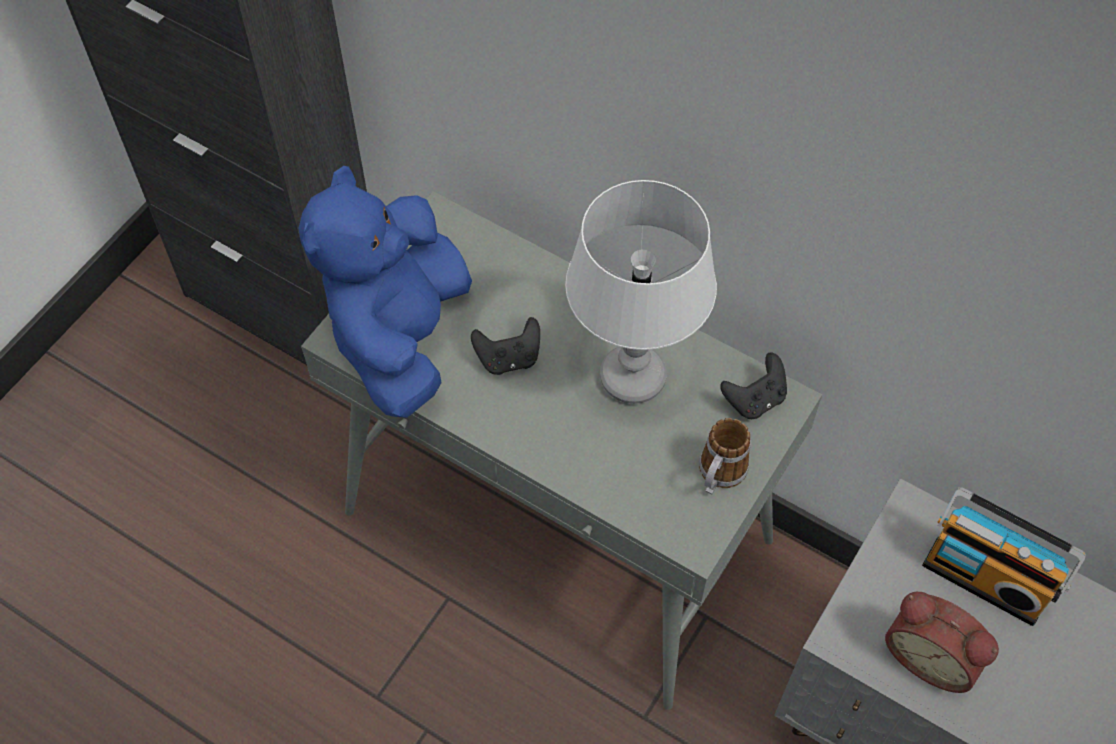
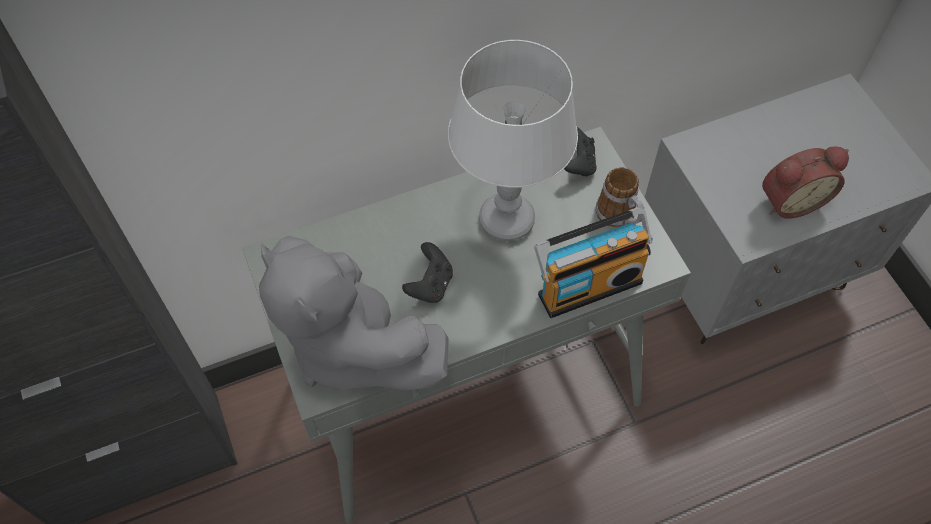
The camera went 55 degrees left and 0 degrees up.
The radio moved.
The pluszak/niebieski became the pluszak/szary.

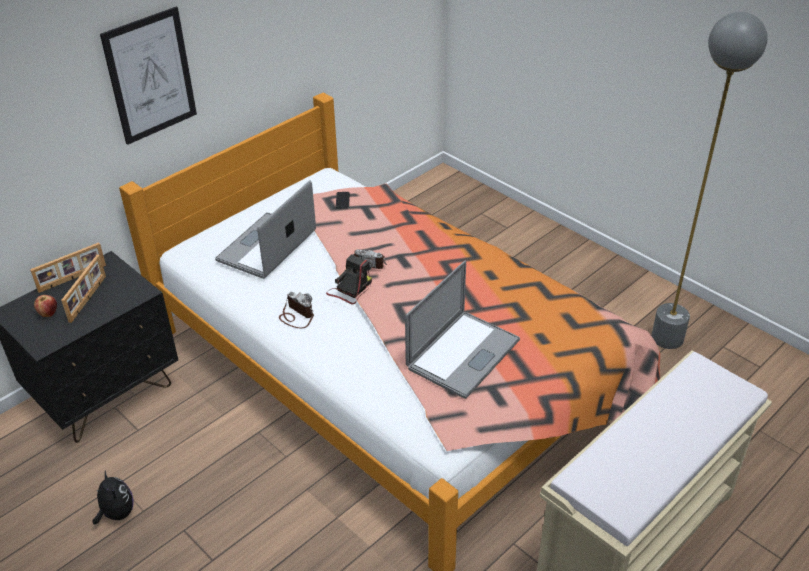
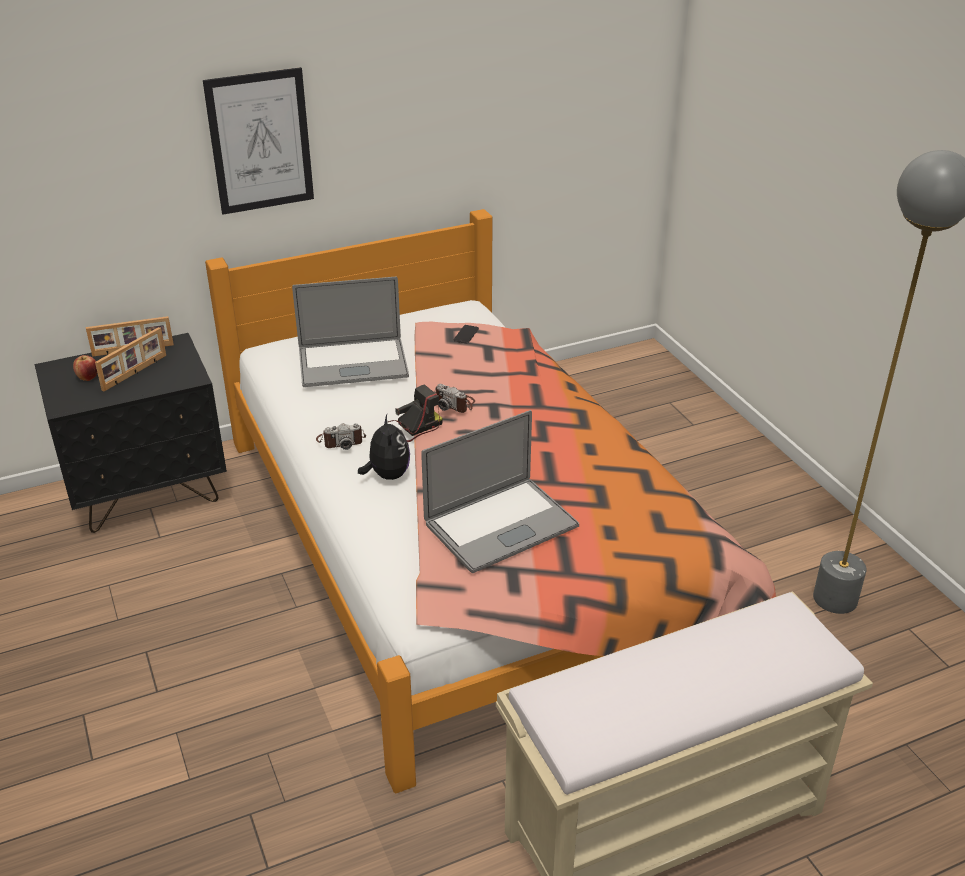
The camera went 20 degrees right and 5 degrees down.
The pluszak moved.
The laptop (1st from left) turned 150 degrees counterclockwise.
The aparat fotograficzny (1st from left) turned 105 degrees clockwise.

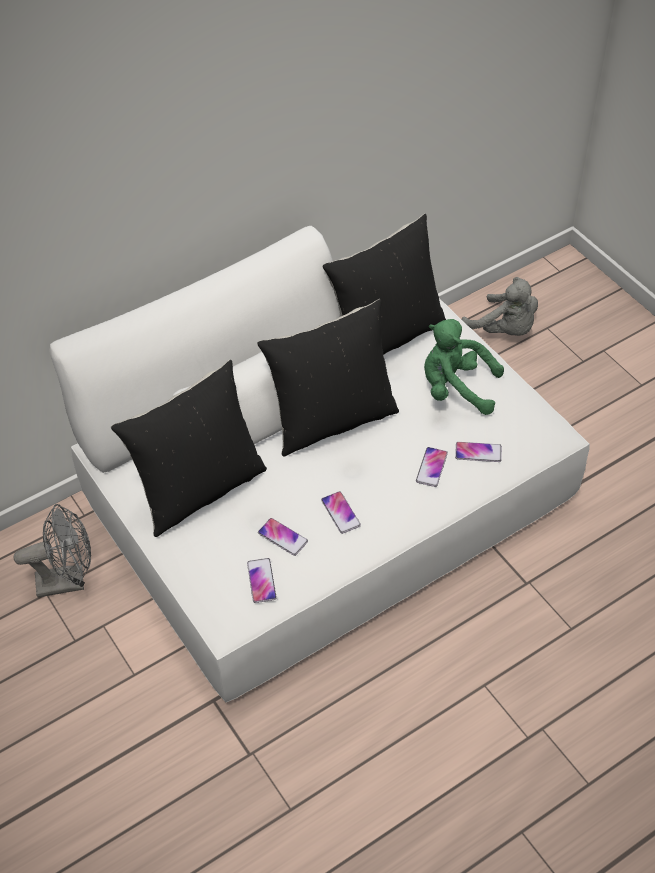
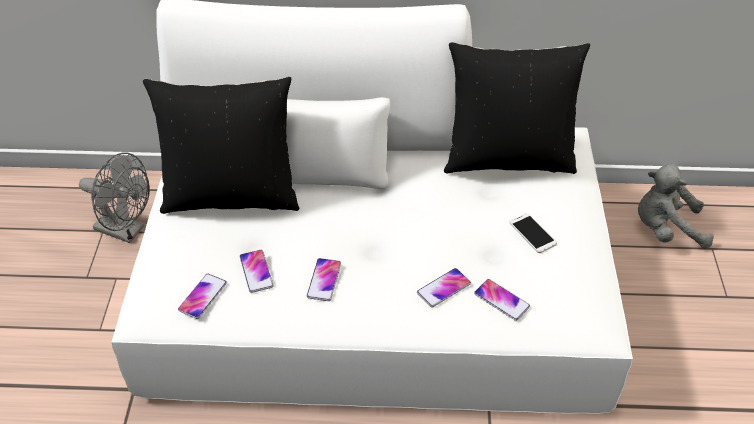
The camera went 35 degrees right and 5 degrees down.
The poduszka/czarny (2nd from left) disappeared.
The pluszak/zielony was replaced by the telefon (6th from left).
The pluszak/szary turned 105 degrees clockwise.

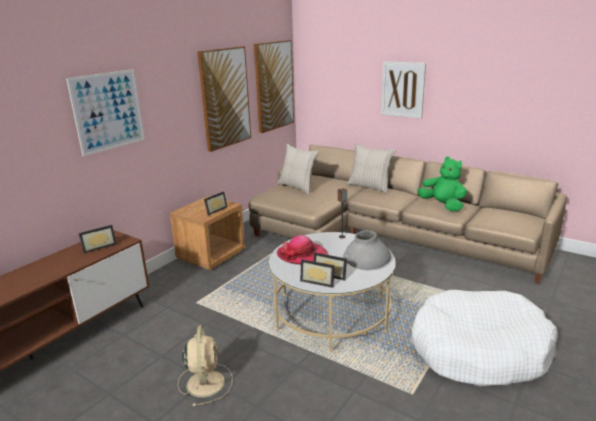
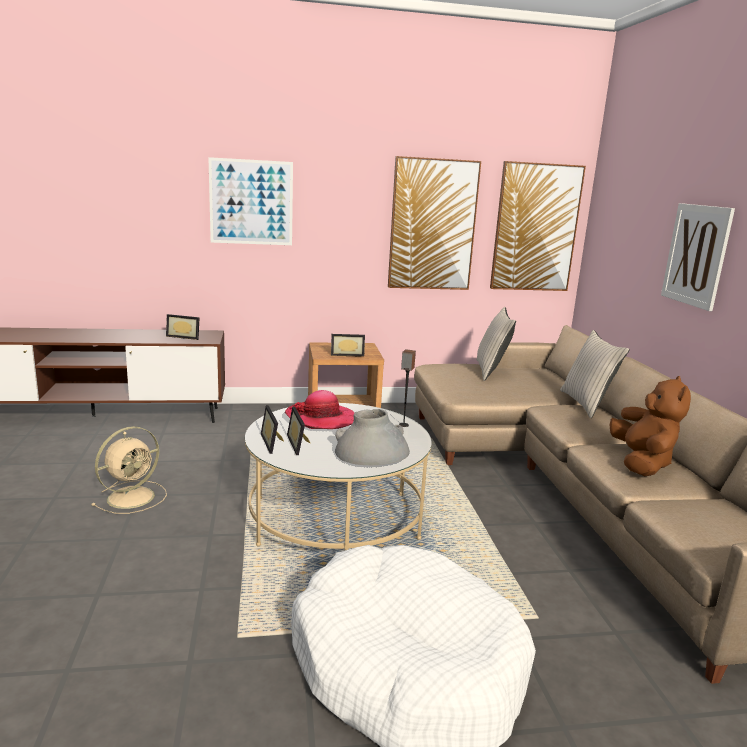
The camera went 45 degrees right and 5 degrees down.
The pluszak/zielony became the pluszak/brązowy.

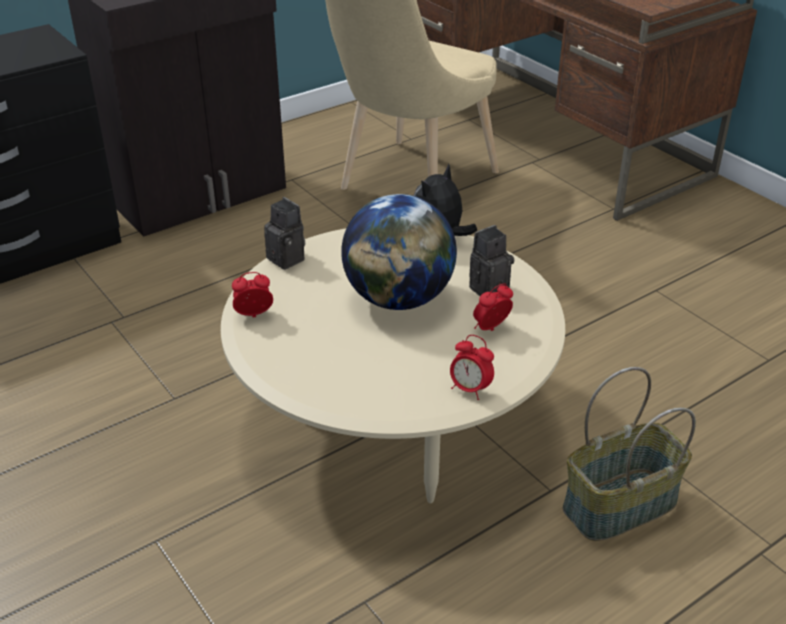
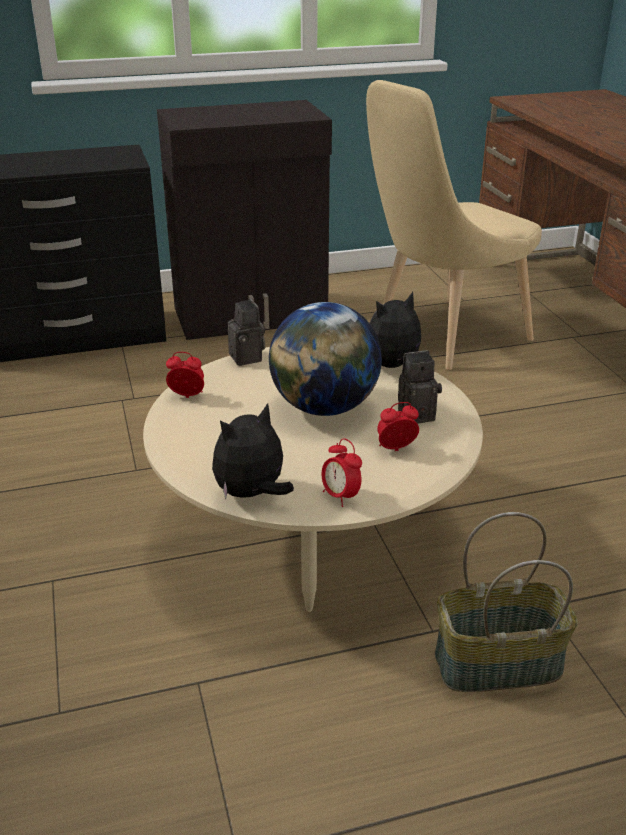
The camera went 20 degrees right and 5 degrees down.
The pluszak (1st from left) appeared.

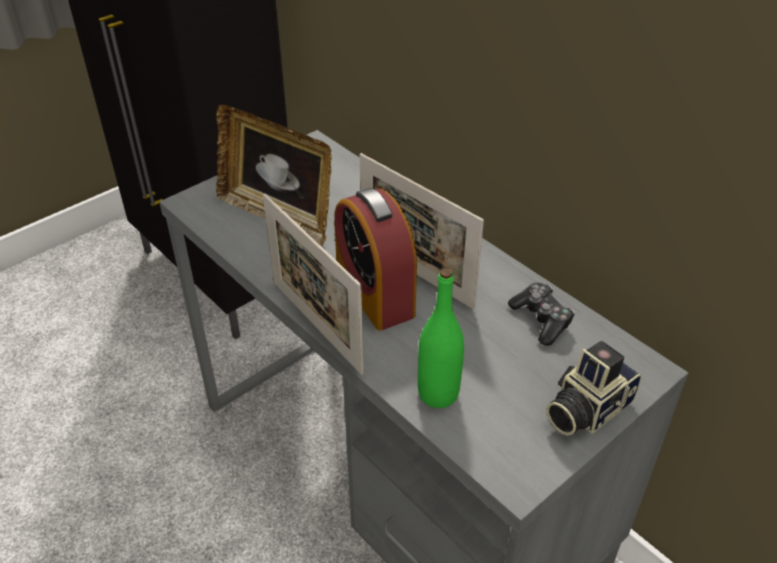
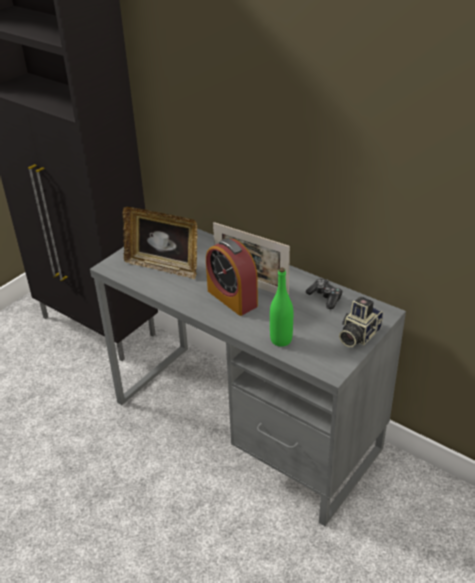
The camera went 10 degrees left and 5 degrees down.
The ramka na zdjęcie (2nd from left) disappeared.

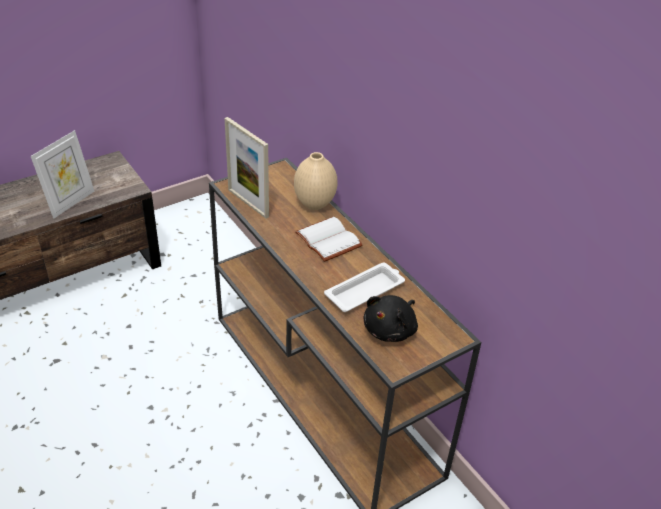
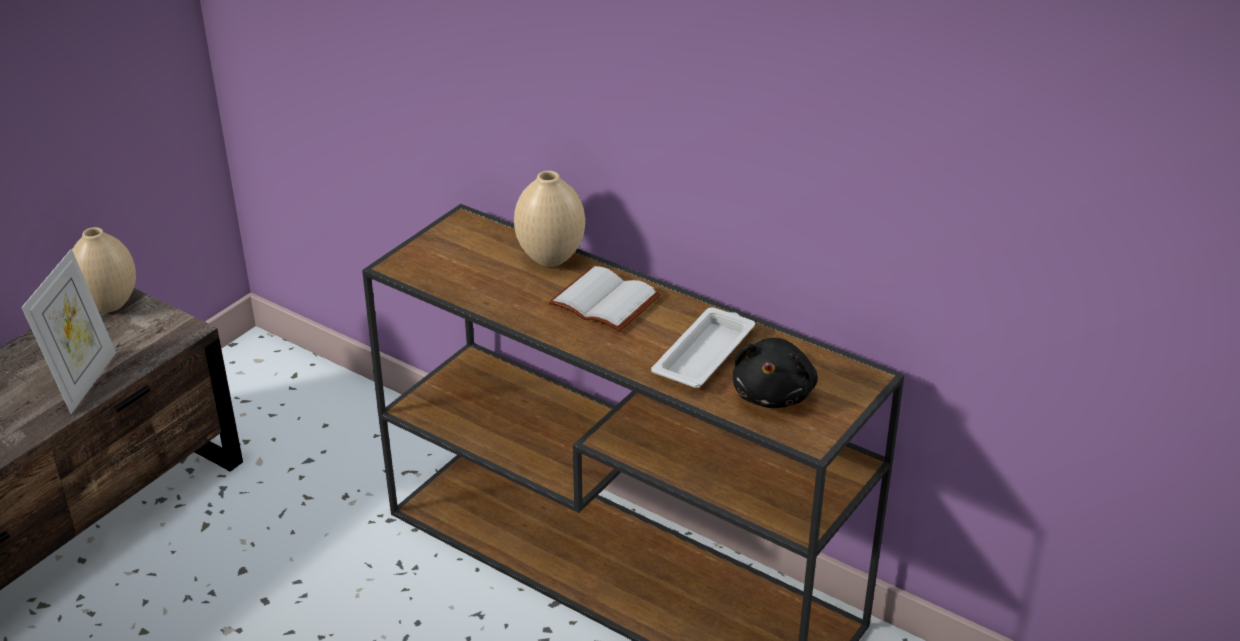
The camera went 20 degrees left and 5 degrees down.
The ramka na zdjęcie (2nd from left) disappeared.
The wazon/beżowy (1st from left) appeared.

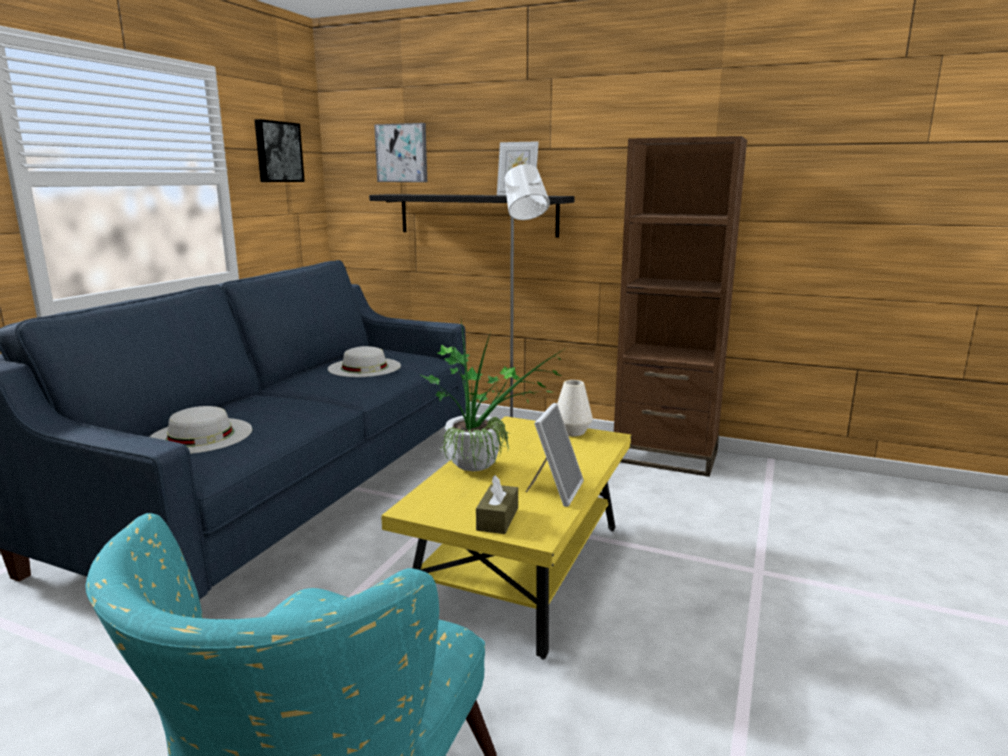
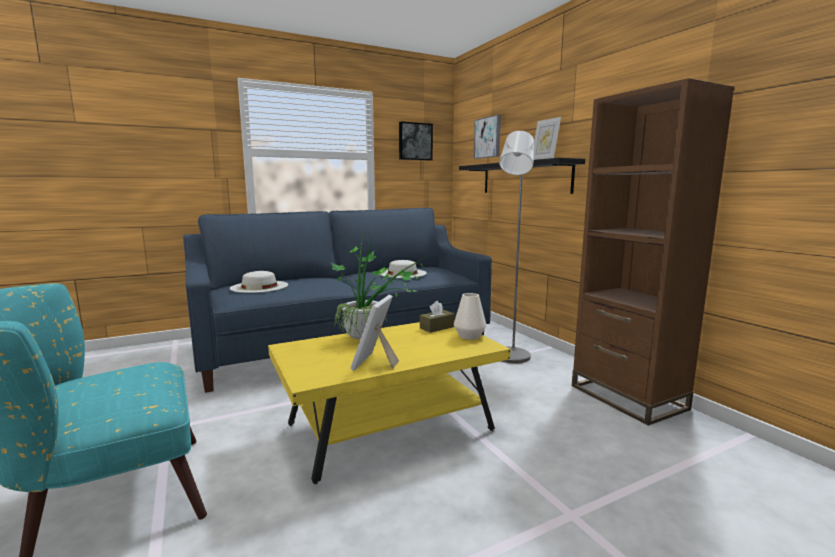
The camera went 40 degrees right and 5 degrees down.
The pudełko chusteczek/brązowy moved.
The ramka na zdjęcie (2nd from left in the first image) turned 135 degrees clockwise.

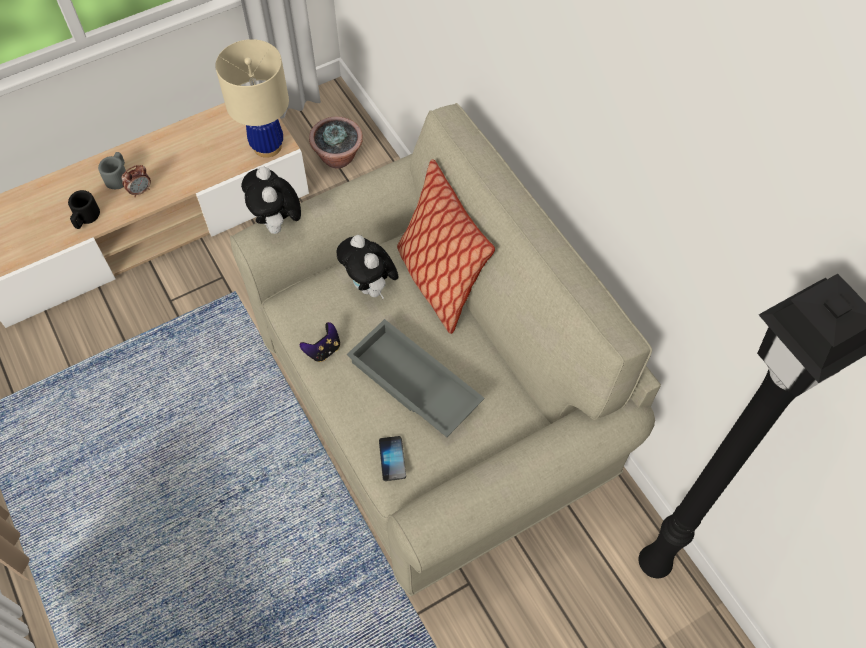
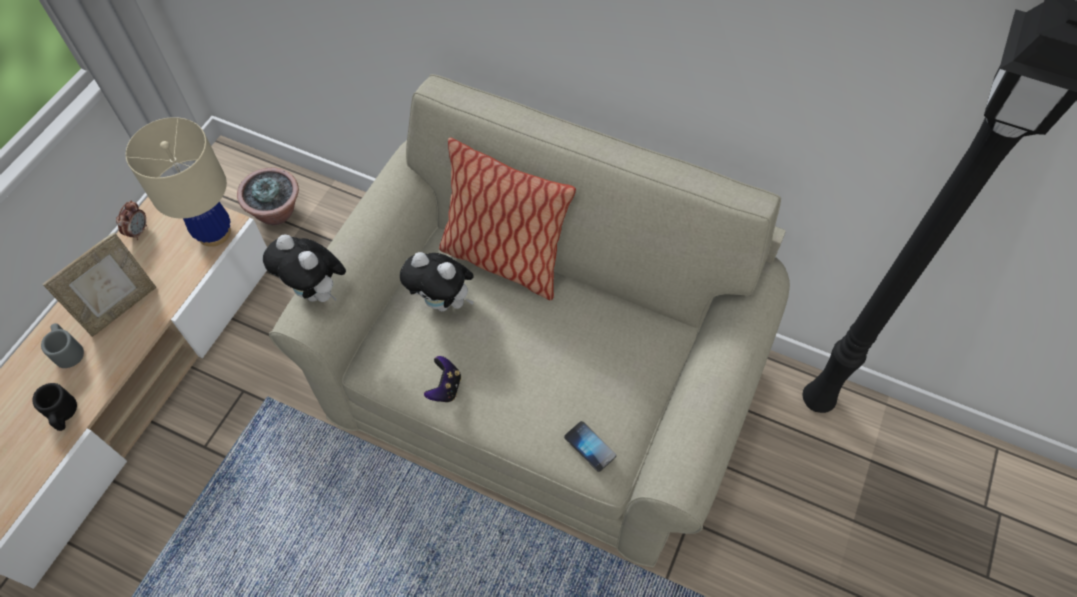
The camera went 35 degrees left and 0 degrees up.
The taca/szary disappeared.
The ramka na zdjęcie appeared.
The budzik moved.

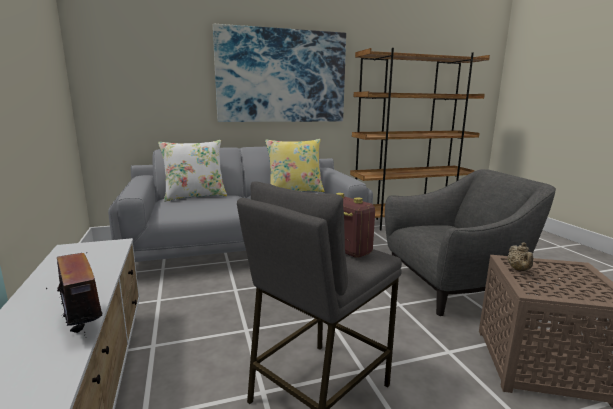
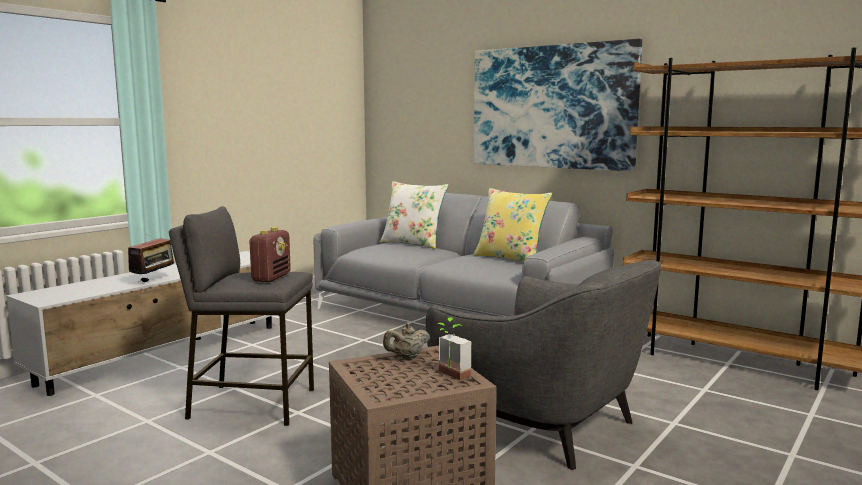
The camera went 55 degrees right and 5 degrees down.
The roślina doniczkowa appeared.

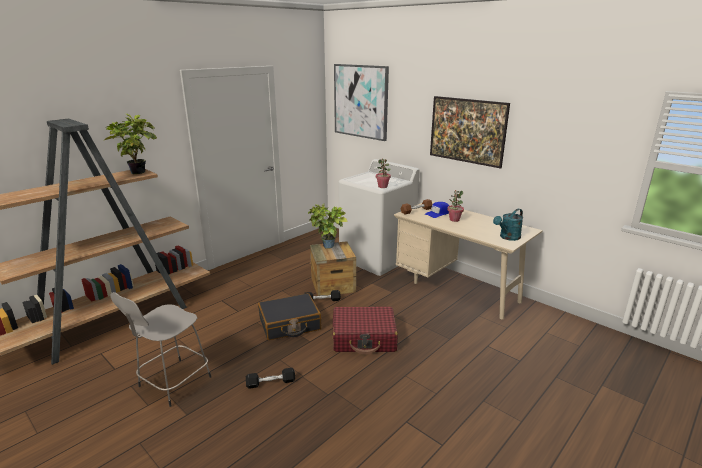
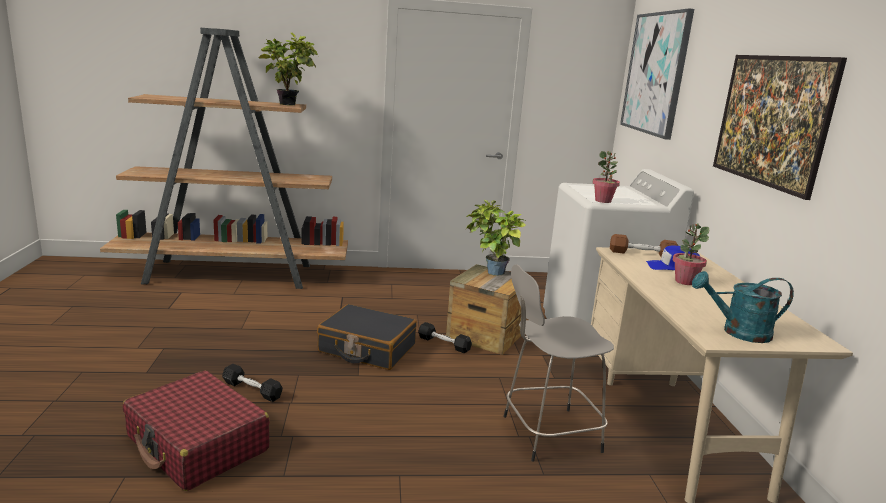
The camera went 40 degrees right and 5 degrees down.
The stołek/szary moved.
The walizka/czerwony moved.

